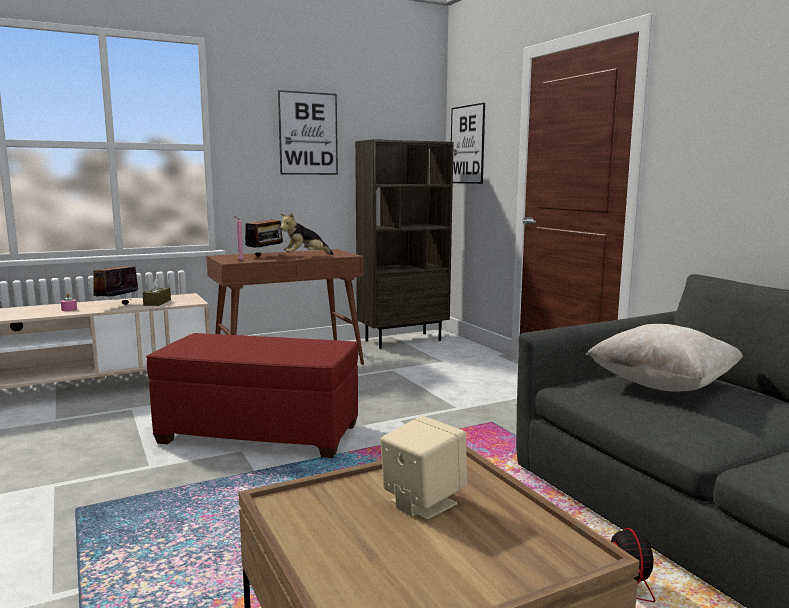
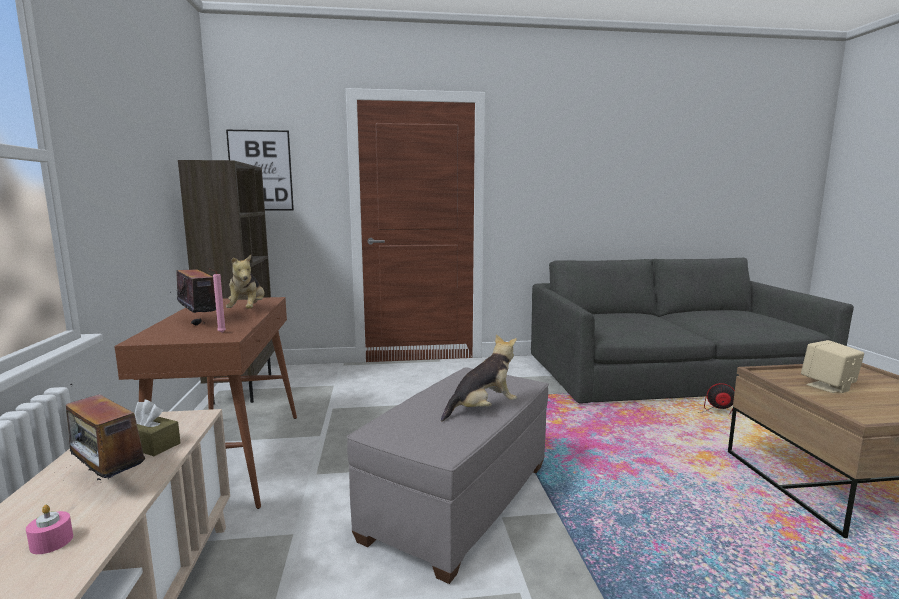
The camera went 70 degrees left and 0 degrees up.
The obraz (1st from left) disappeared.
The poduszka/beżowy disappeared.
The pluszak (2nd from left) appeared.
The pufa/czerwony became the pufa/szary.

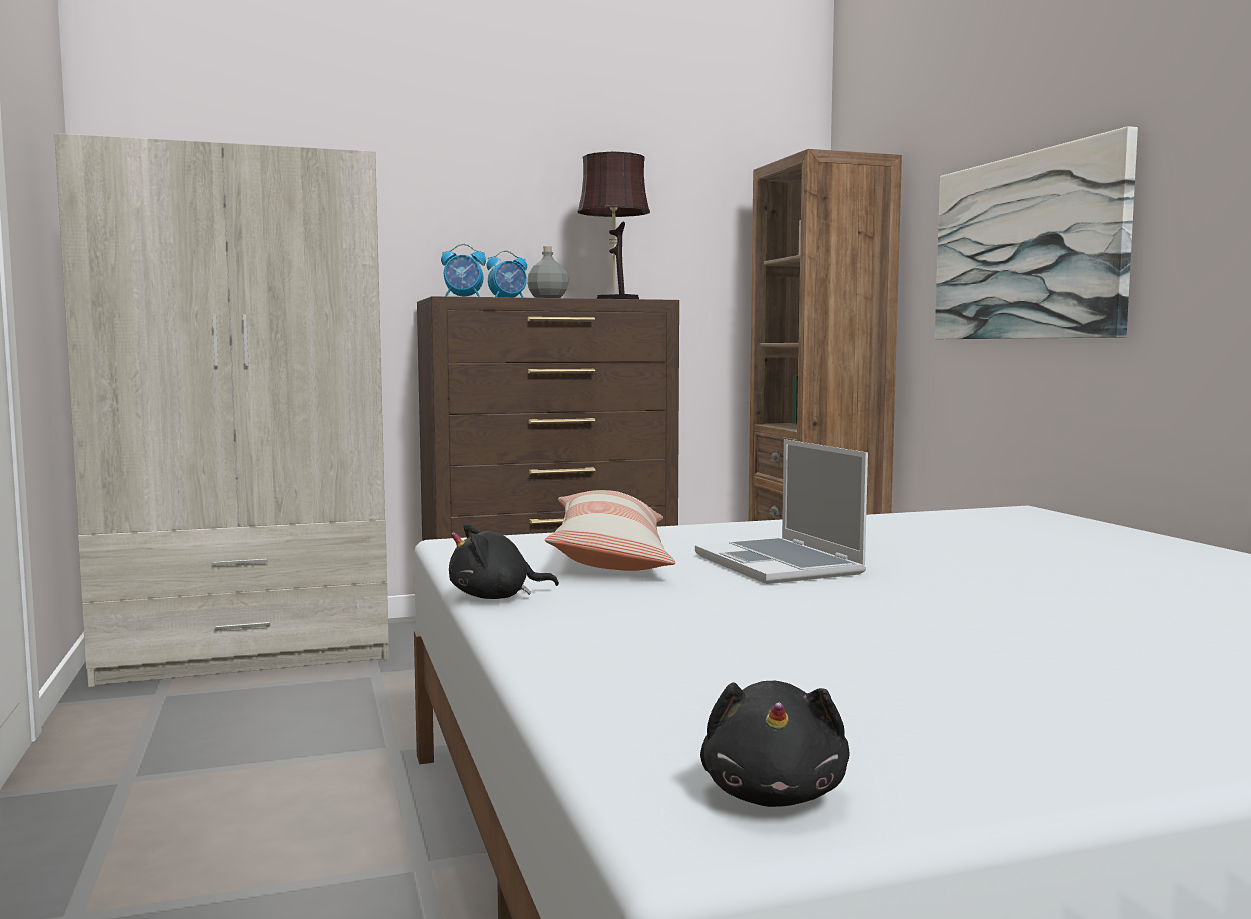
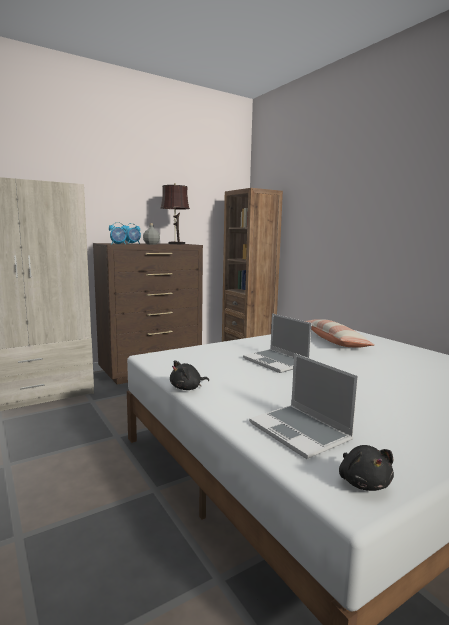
The camera went 15 degrees left and 5 degrees up.
The obraz disappeared.
The laptop (2nd from left) appeared.
The poduszka moved.

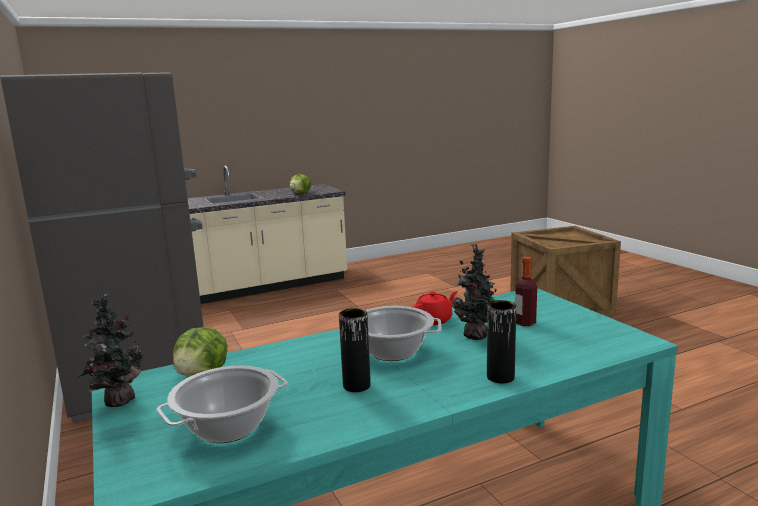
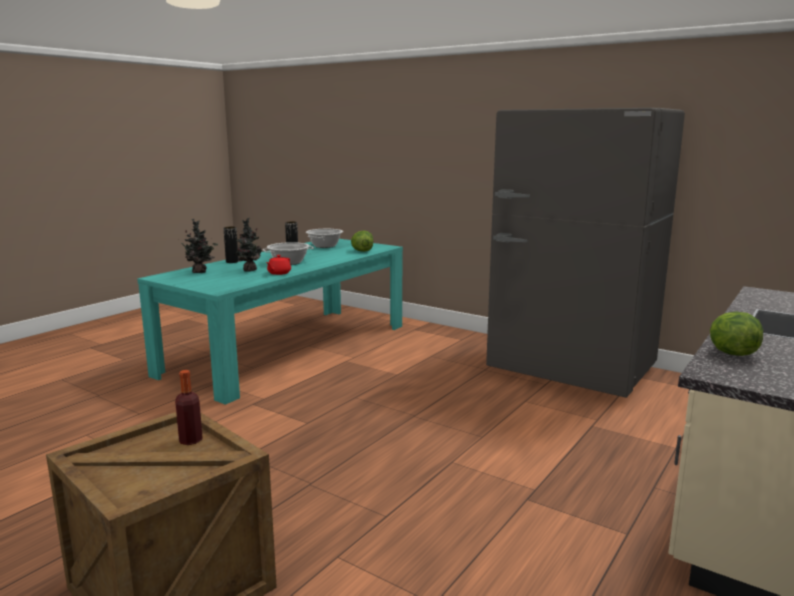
The camera went 150 degrees right and 0 degrees up.
The roślina doniczkowa (1st from left) moved.
The butelka moved.

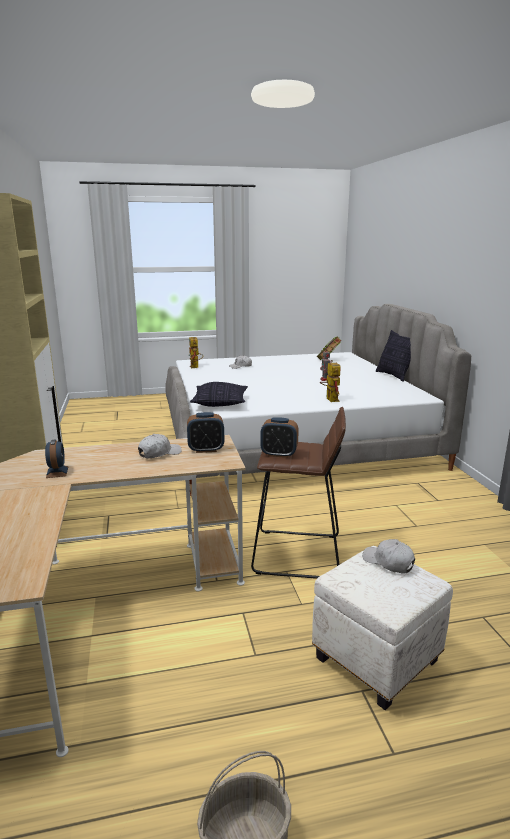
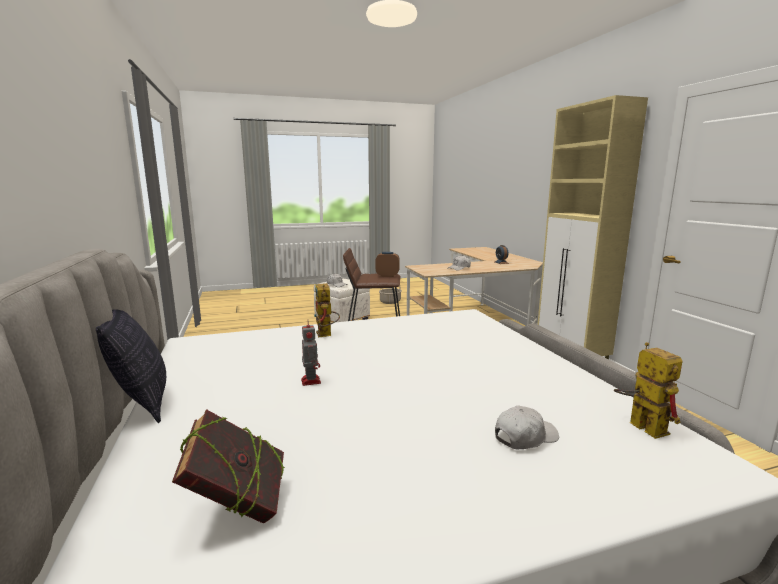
The camera went 175 degrees right and 5 degrees down.
The budzik (2nd from left) disappeared.
The poduszka (1st from left) disappeared.

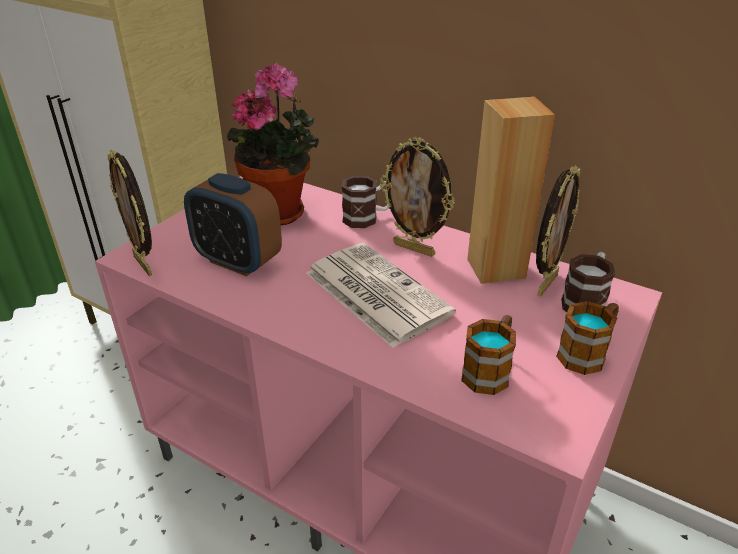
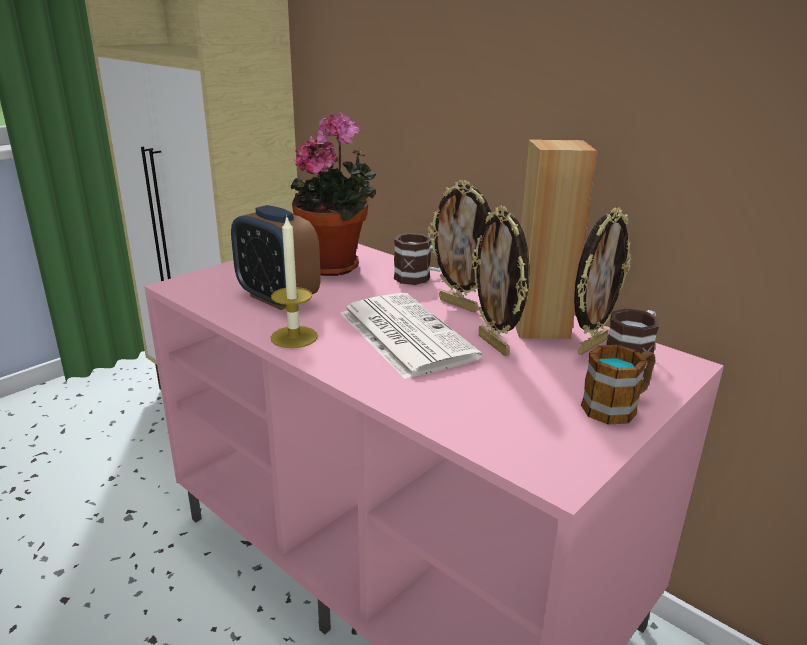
The camera went 10 degrees right and 10 degrees down.
The kubek (2nd from left) disappeared.
The świeca appeared.
The ramka na zdjęcie (1st from left in the first image) moved.

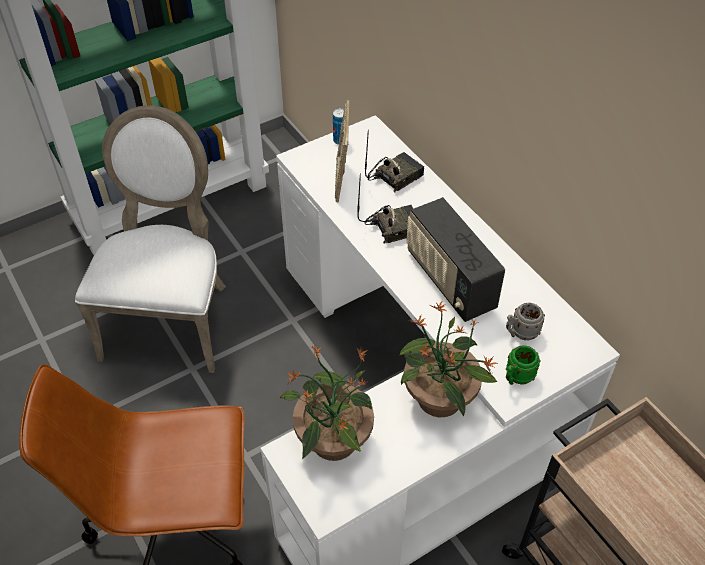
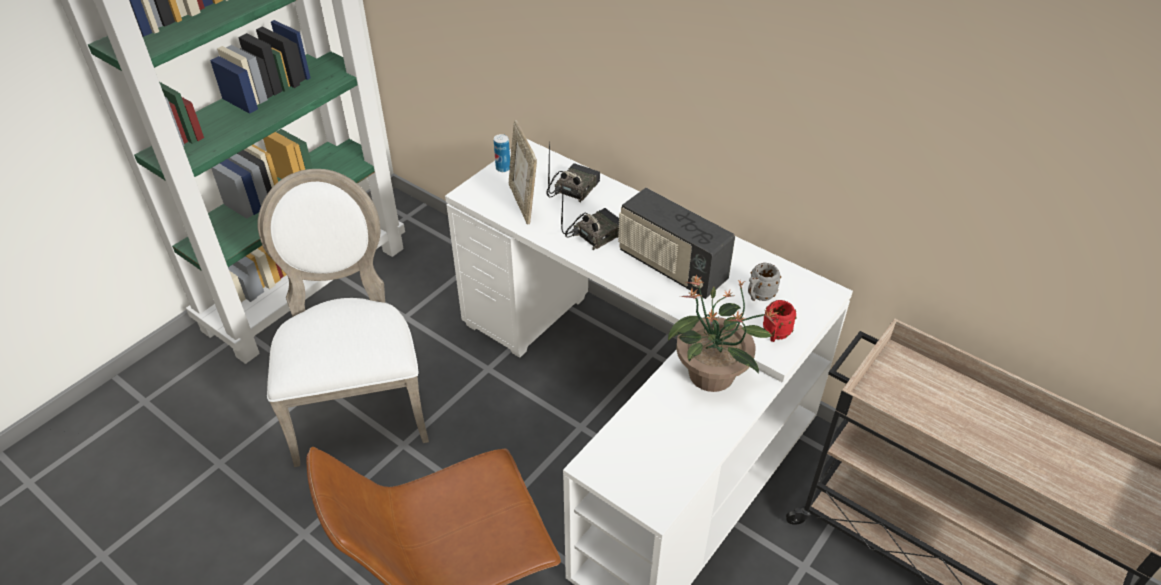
The camera went 20 degrees left and 5 degrees down.
The roślina doniczkowa (1st from left) disappeared.
The kubek/zielony became the kubek/czerwony.

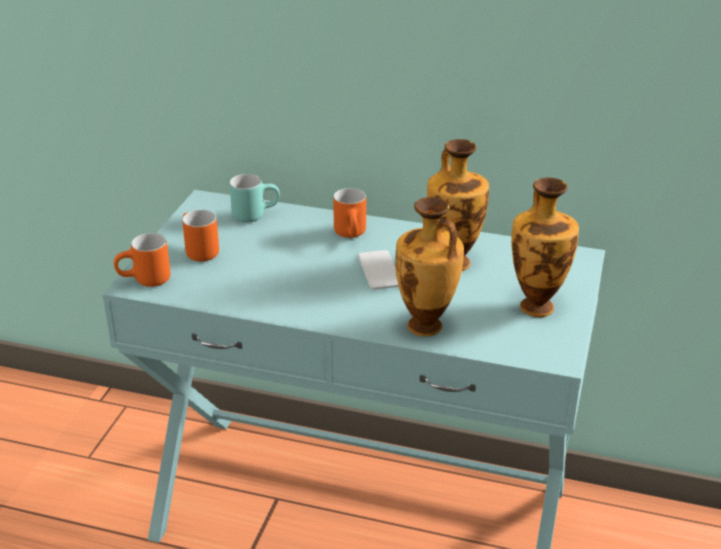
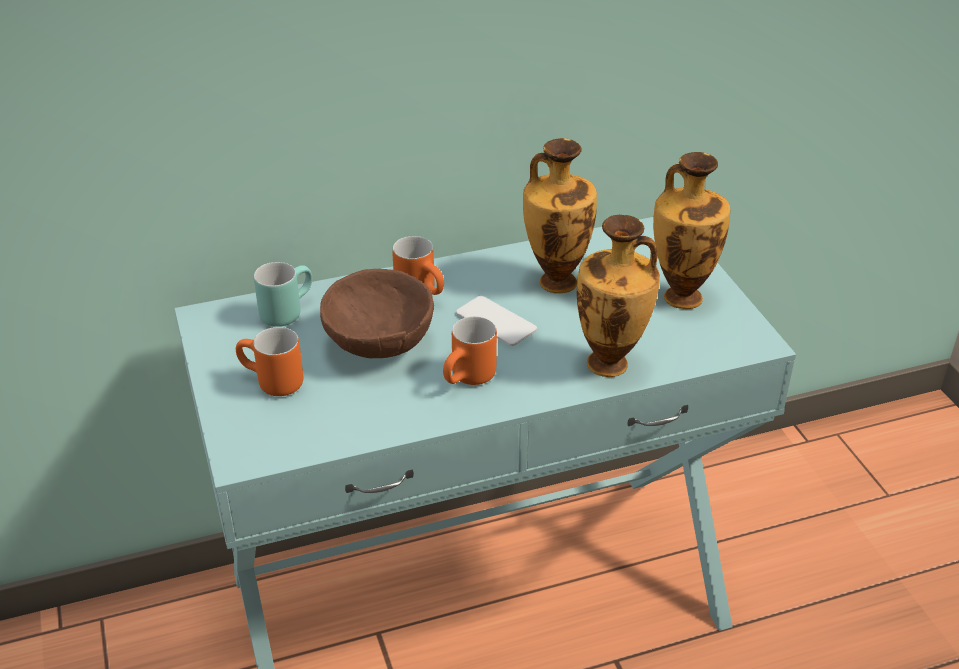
The camera went 35 degrees left and 5 degrees up.
The miska/brązowy appeared.
The kubek/pomarańczowy (1st from left in the first image) moved.

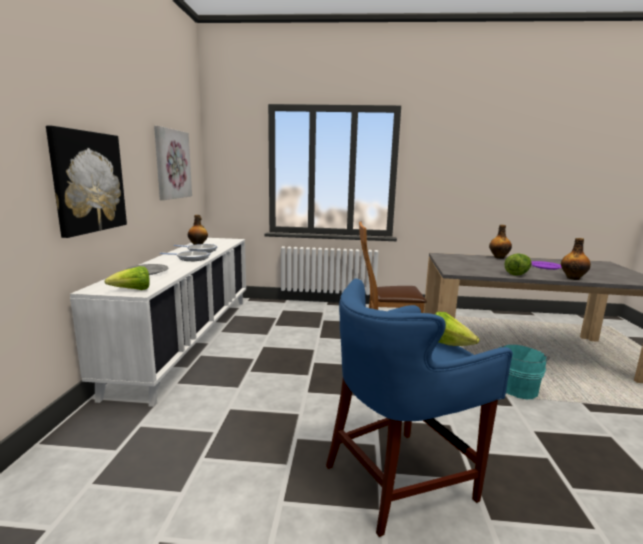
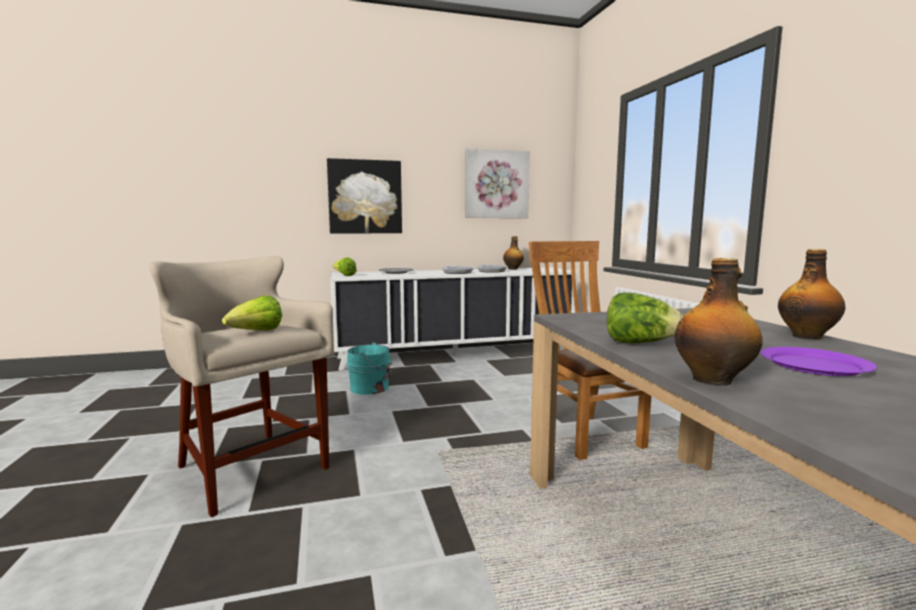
The camera went 70 degrees right and 5 degrees down.
The wiadro/turkusowy moved.
The stołek/niebieski became the stołek/beżowy.

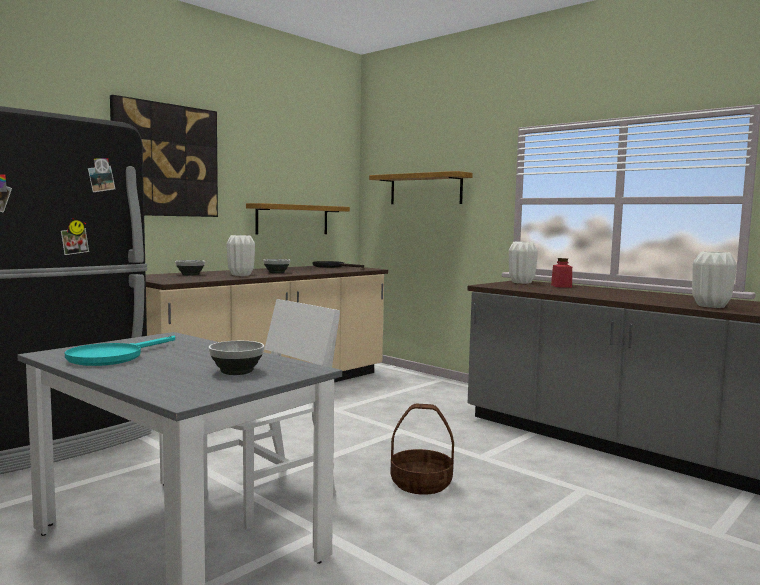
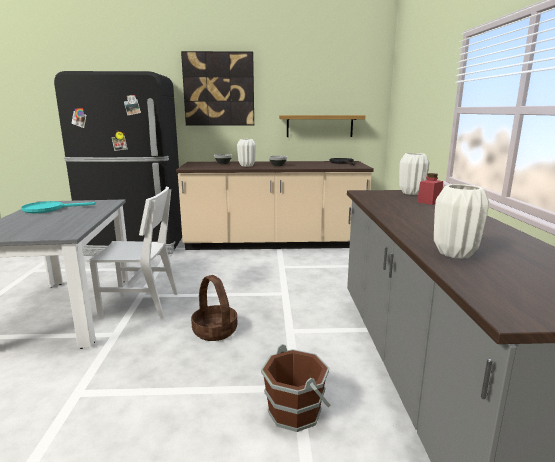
The camera went 45 degrees right and 10 degrees up.
The miska (2nd from left) disappeared.
The półka (2nd from left) disappeared.
The wiadro/brązowy appeared.

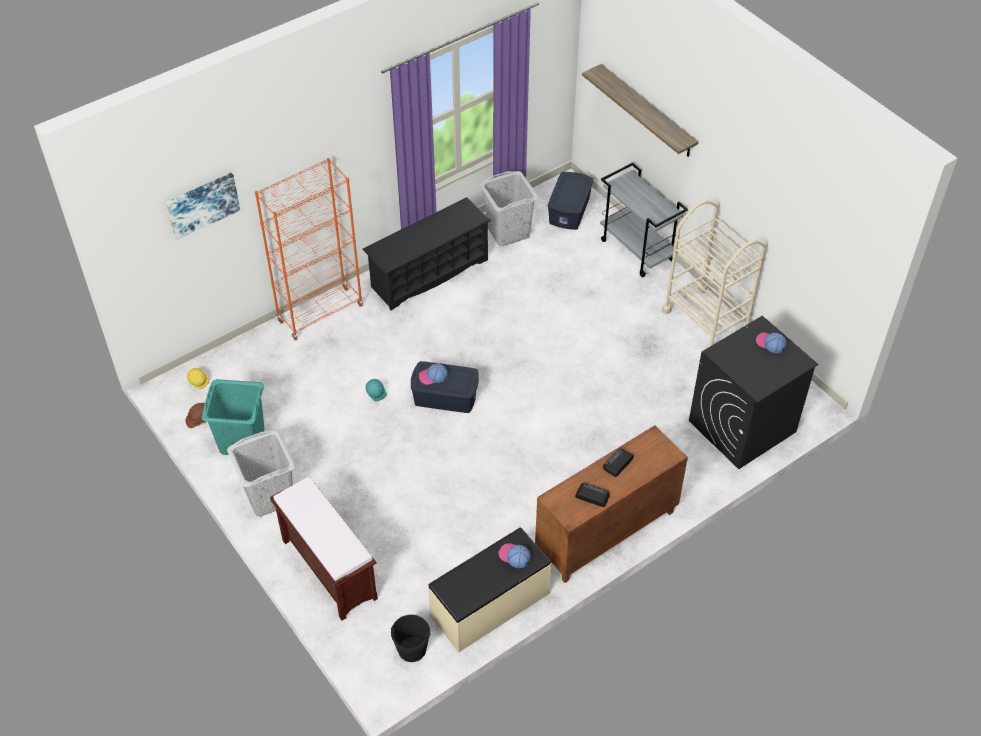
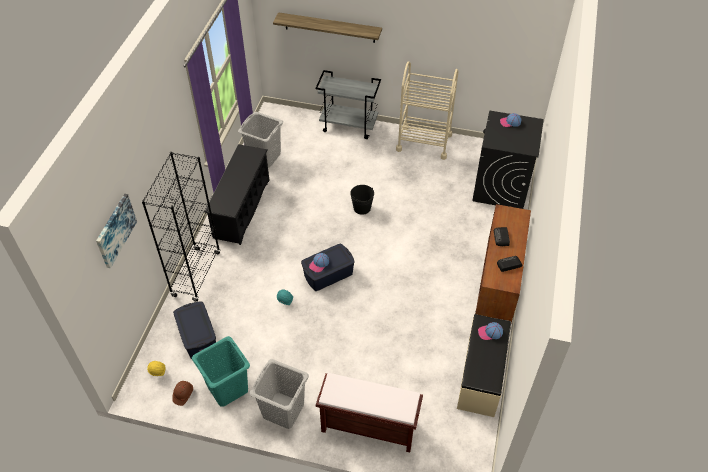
The camera went 40 degrees left and 0 degrees up.
The wiadro/czarny moved.
The pojemnik do przechowywania/niebieski (2nd from left in the first image) moved.
The regał/pomarańczowy became the regał/czarny.

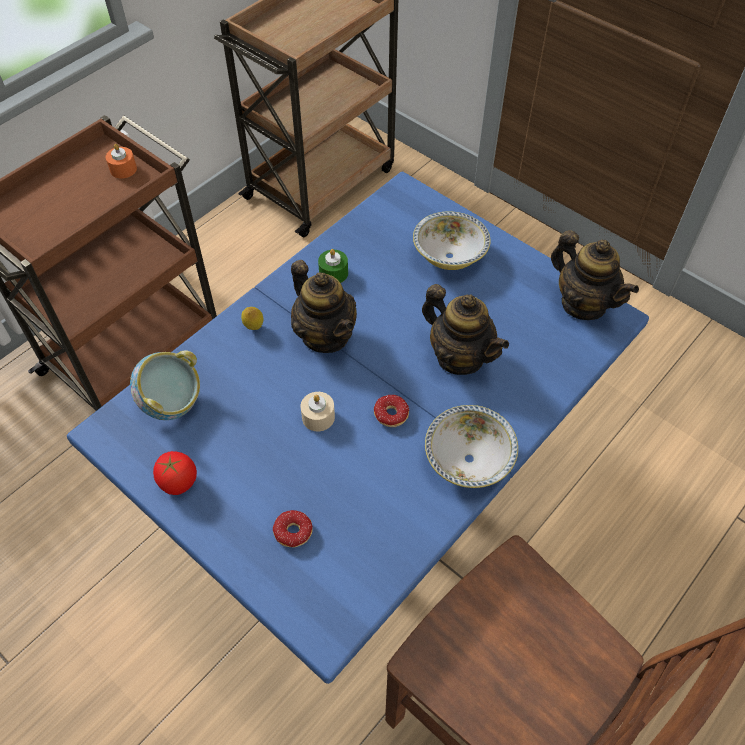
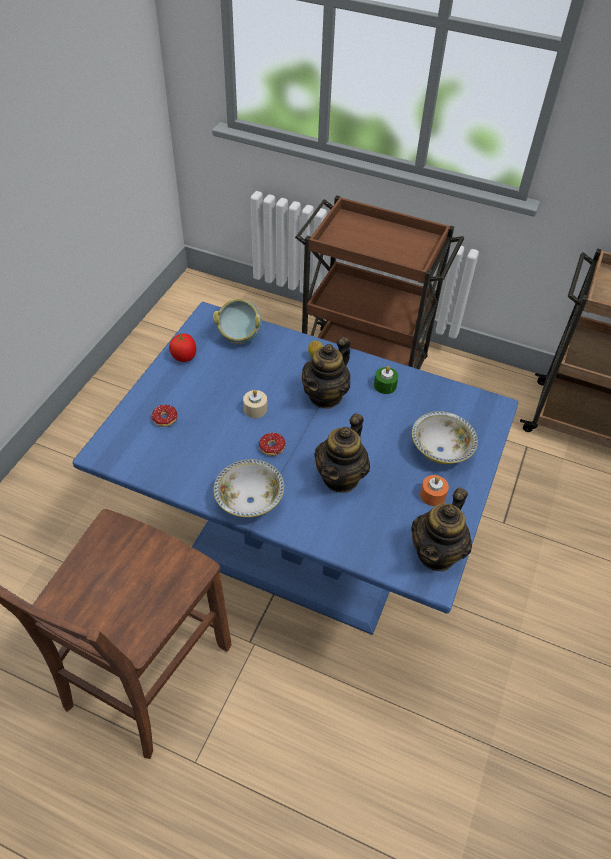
The camera went 70 degrees right and 5 degrees down.
The świeca/pomarańczowy moved.

